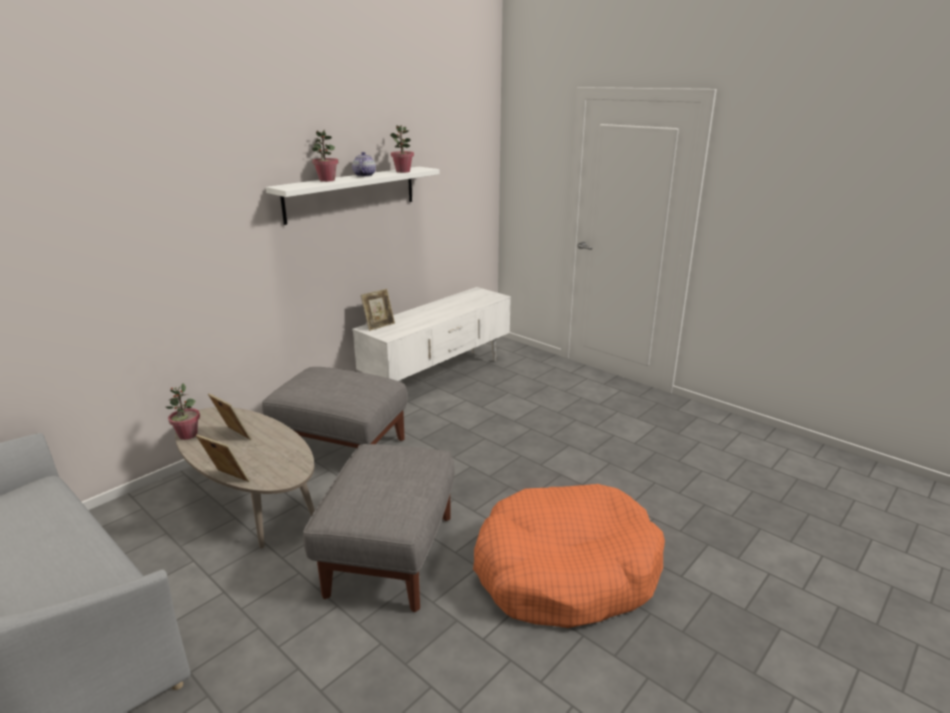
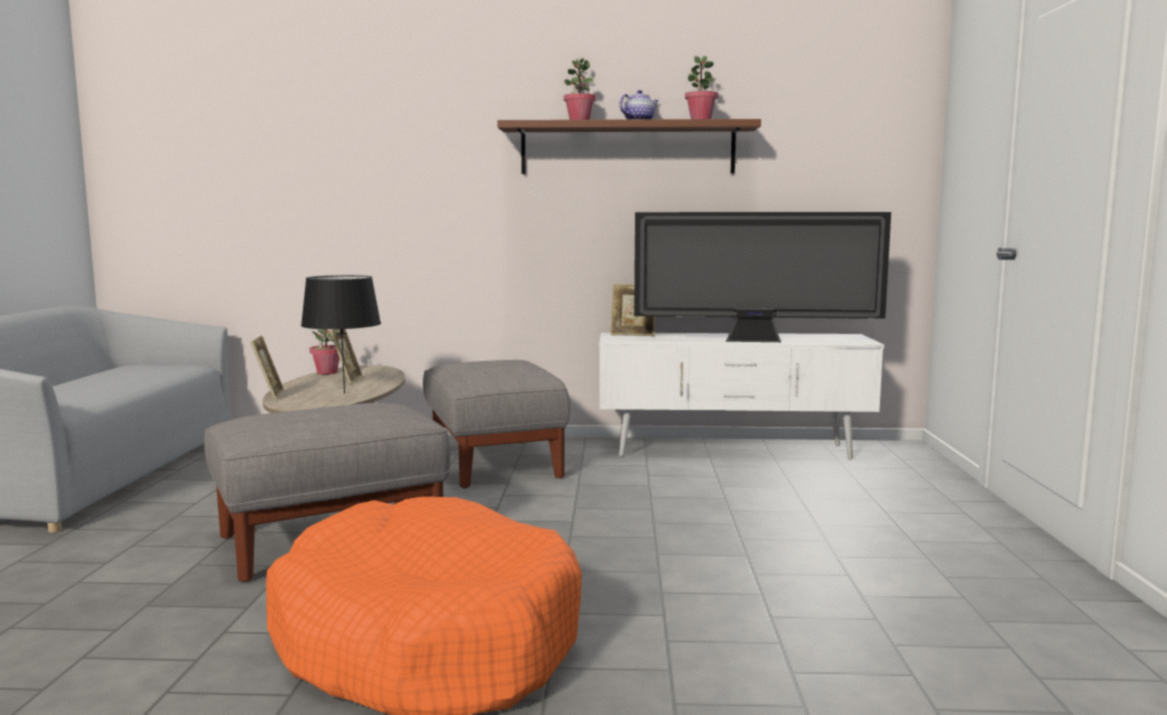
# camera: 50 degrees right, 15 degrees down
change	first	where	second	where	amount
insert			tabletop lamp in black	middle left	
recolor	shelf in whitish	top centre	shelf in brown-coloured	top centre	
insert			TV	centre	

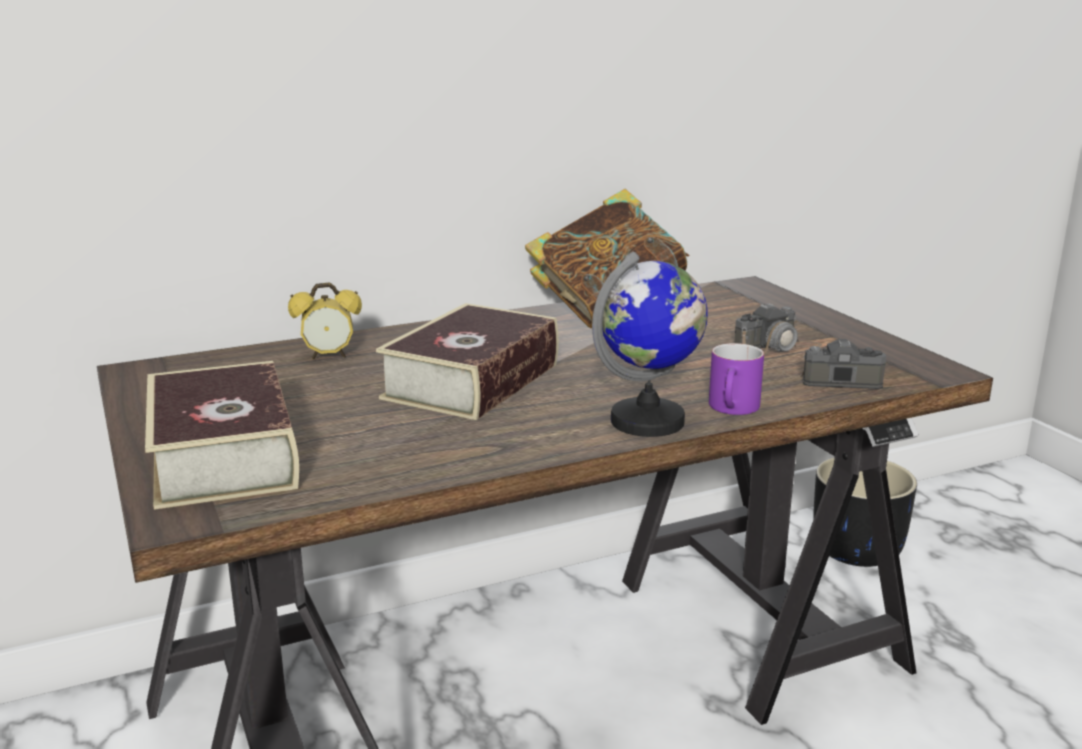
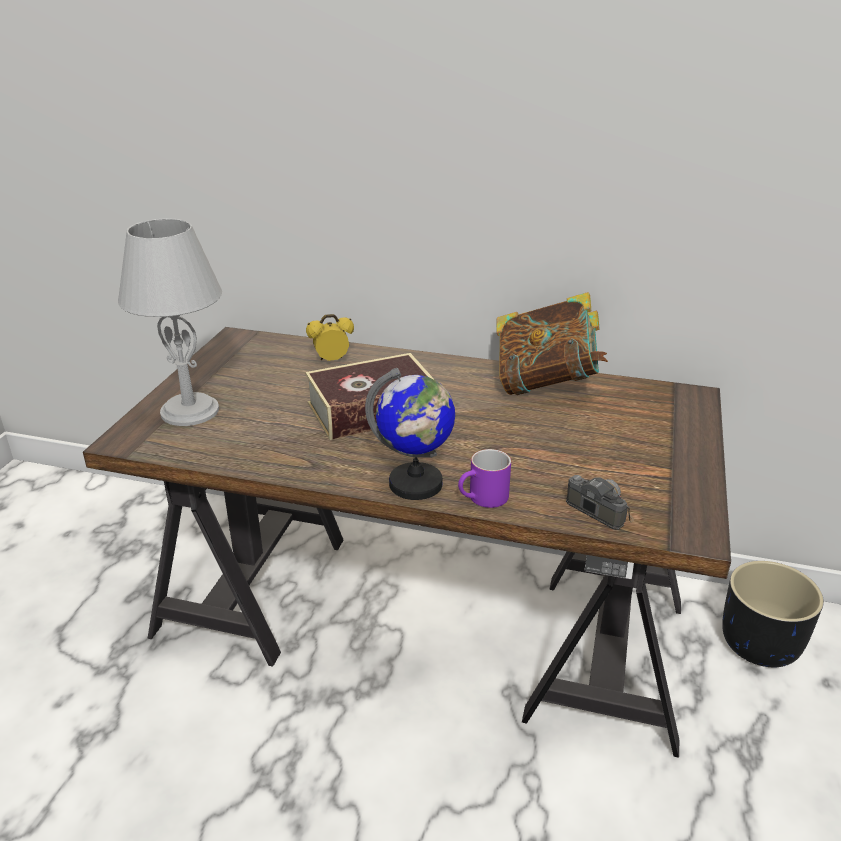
# camera: 40 degrees right, 10 degrees up
change	first	where	second	where	amount
replace	bound book (1st from left)	middle left	tabletop lamp in gray	middle left	
rotate	table clock	middle left		centre	135 degrees clockwise
delete	still camera (1st from left)	middle right			

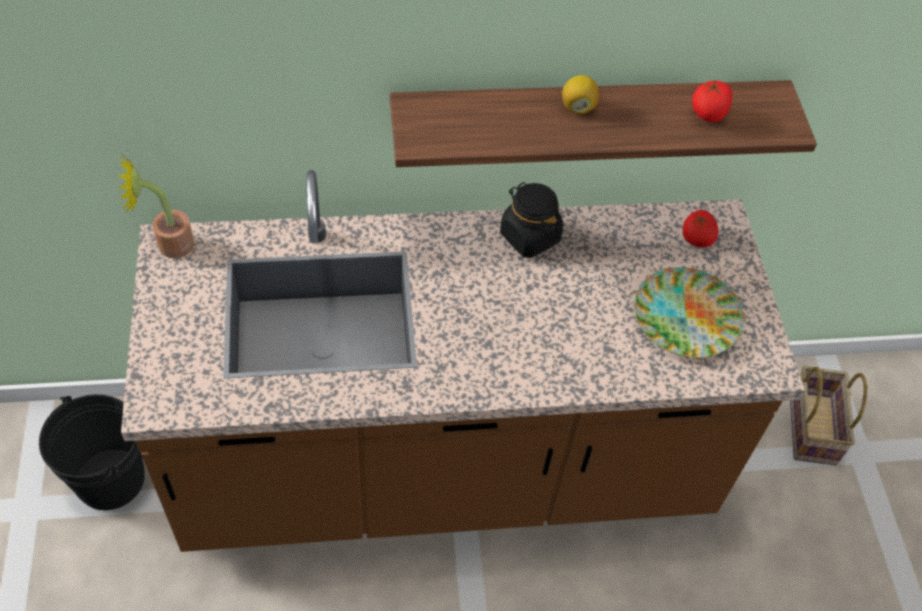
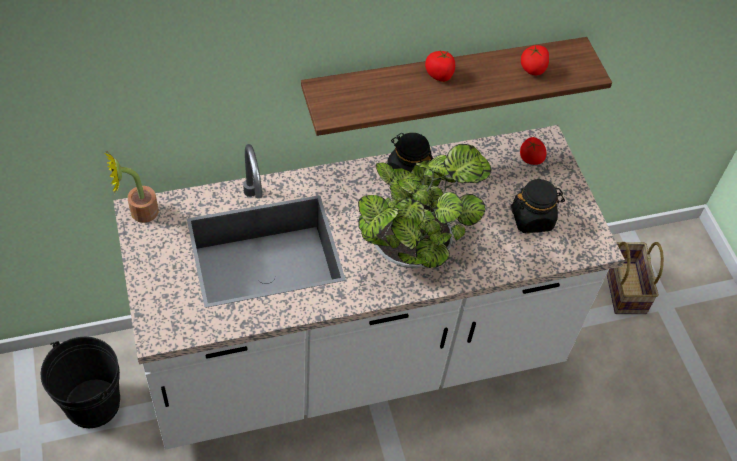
# camera: 10 degrees left, 0 degrees up
change	first	where	second	where	amount
recolor	kitchen counter in brown-coloured	centre	kitchen counter in whitish	centre	
insert			plant in a pot (2nd from left)	centre	
replace	lemon	top centre	fresh tomato (1st from left)	top centre	
replace	flat dish	middle right	preserve jar in black (2nd from left)	middle right	

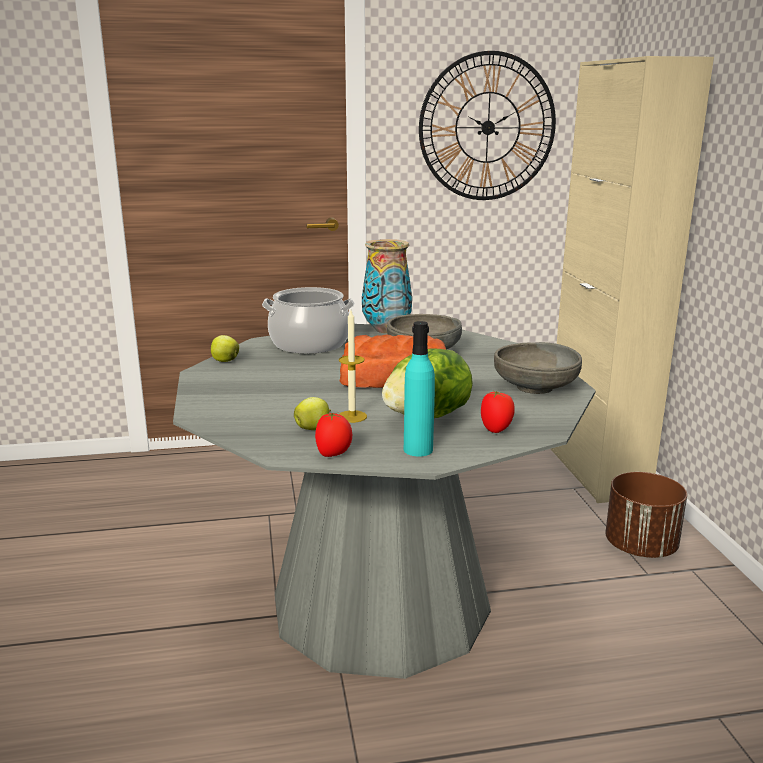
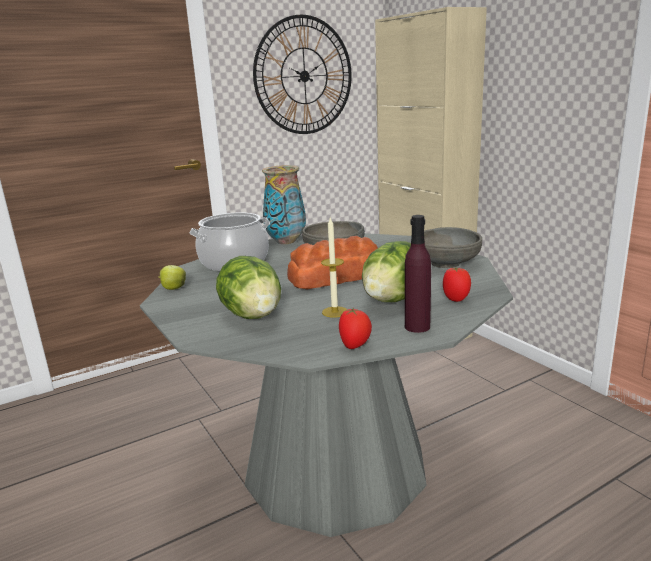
# camera: 20 degrees left, 0 degrees up
change	first	where	second	where	amount
insert			lettuce (1st from left)	centre	
recolor	beverage bottle in turquoise-coloured	centre	beverage bottle in purple	centre	
delete	whole apple (2nd from left)	centre			
delete	plant pot in brown-coloured	bottom right			

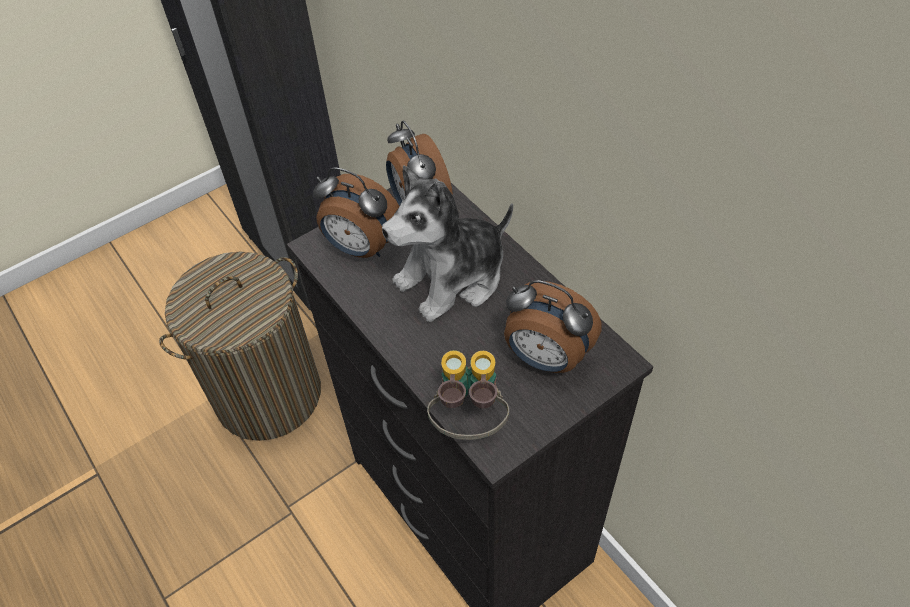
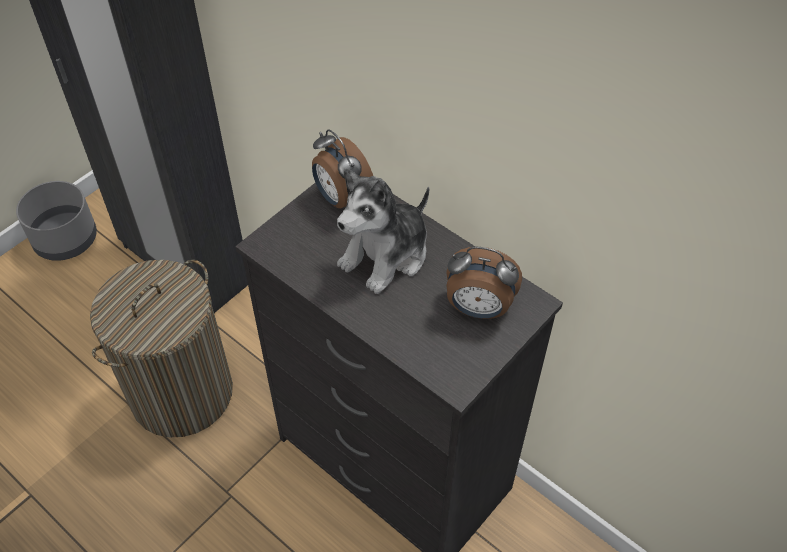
# camera: 15 degrees left, 0 degrees up
change	first	where	second	where	amount
insert			plant pot in gray	middle left	
delete	table clock (1st from left)	centre			
delete	field glasses	centre			

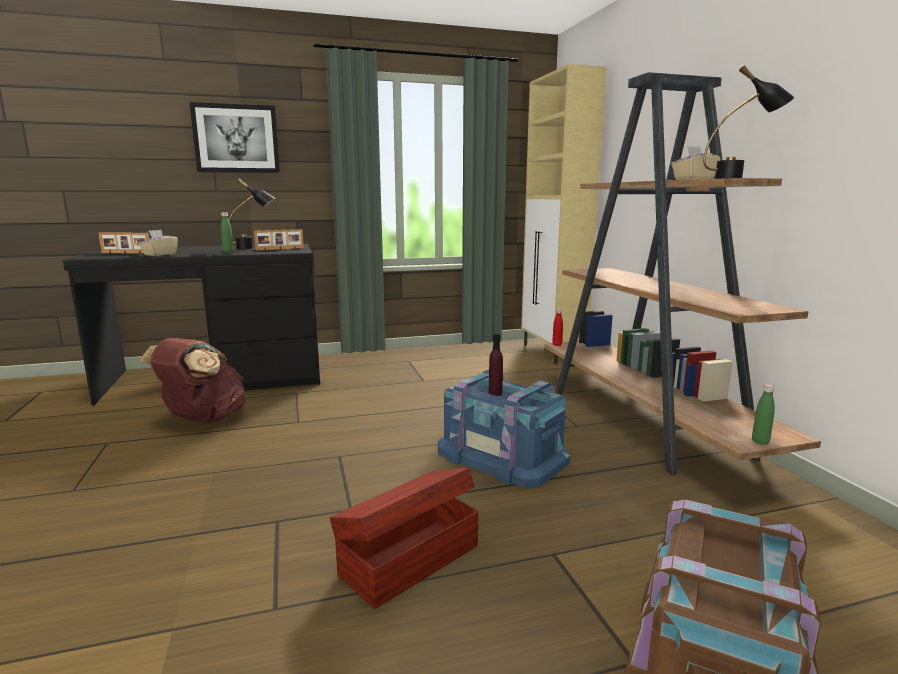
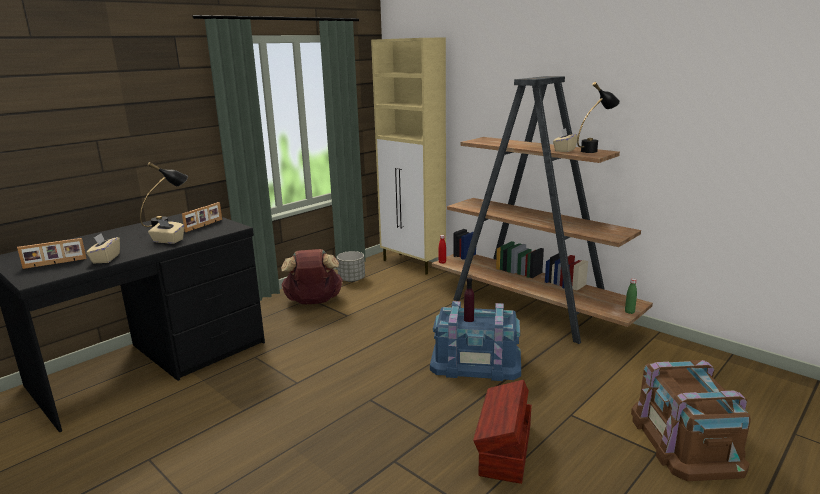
# camera: 30 degrees left, 5 degrees up
change	first	where	second	where	amount
replace	beverage bottle in greenish (1st from left)	middle left	tissue box in sand-coloured (2nd from left)	middle left	
move	backpack in brown-coloured	middle left		centre	
insert			plant pot in gray	centre	
delete	wall picture	top left			

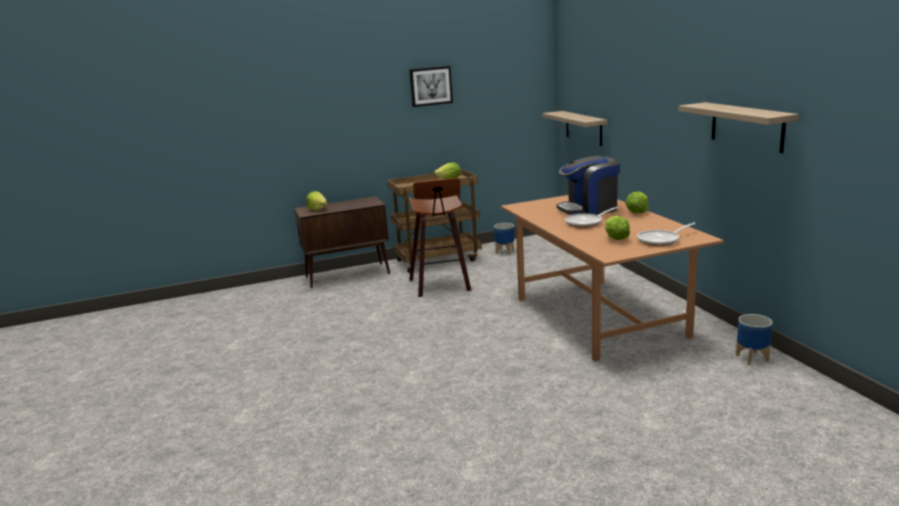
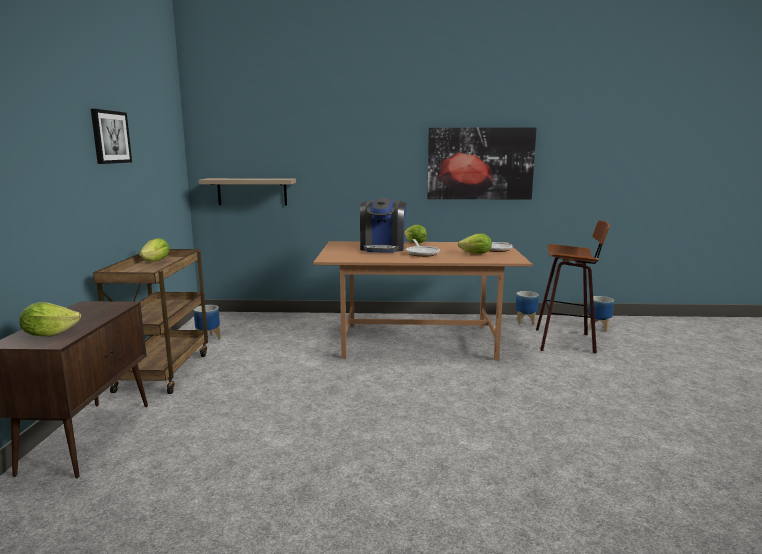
# camera: 70 degrees left, 5 degrees down
change	first	where	second	where	amount
replace	shelf (2nd from left)	top right	wall picture (2nd from left)	top centre	
move	sitting stool	centre		middle right	
insert			plant pot (3rd from left)	middle right	

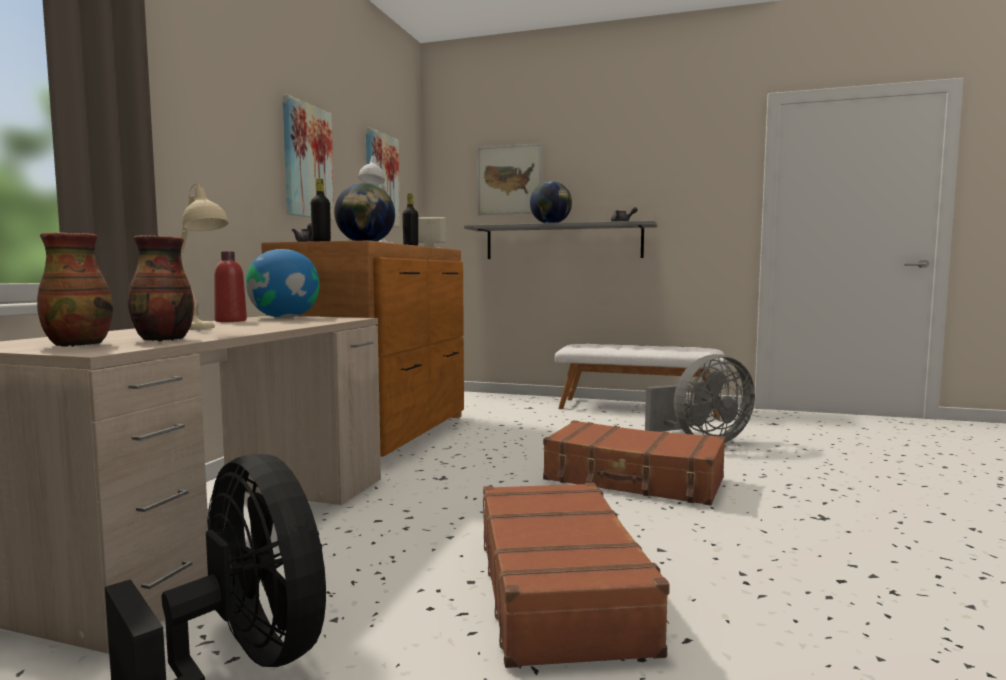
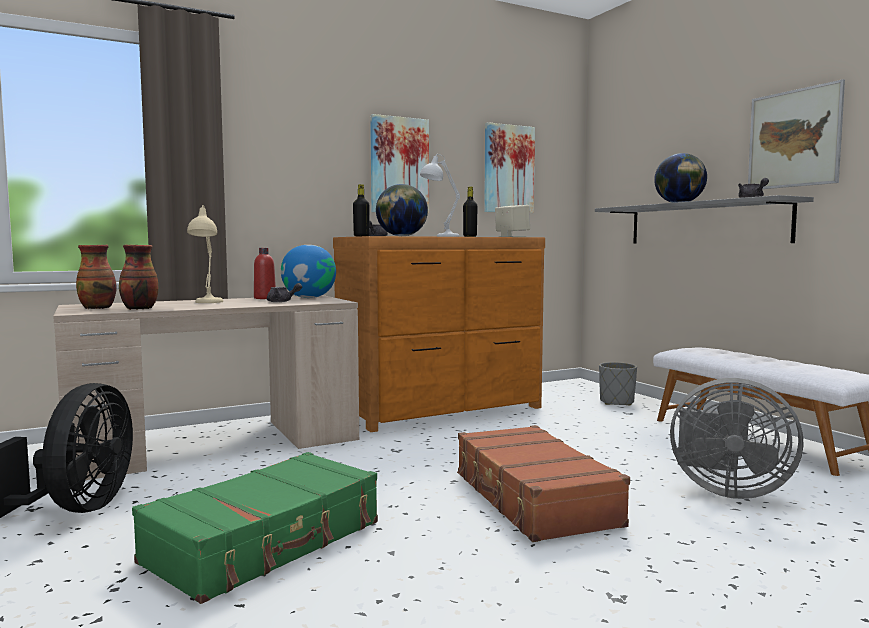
# camera: 45 degrees right, 0 degrees up
change	first	where	second	where	amount
recolor	piece of luggage in brown-coloured (1st from left)	bottom centre	piece of luggage in greenish	bottom left	
insert			pot for tea in gray (1st from left)	middle left	
insert			plant pot in gray	middle right	
move	wall picture (3rd from left)	top centre		top right	

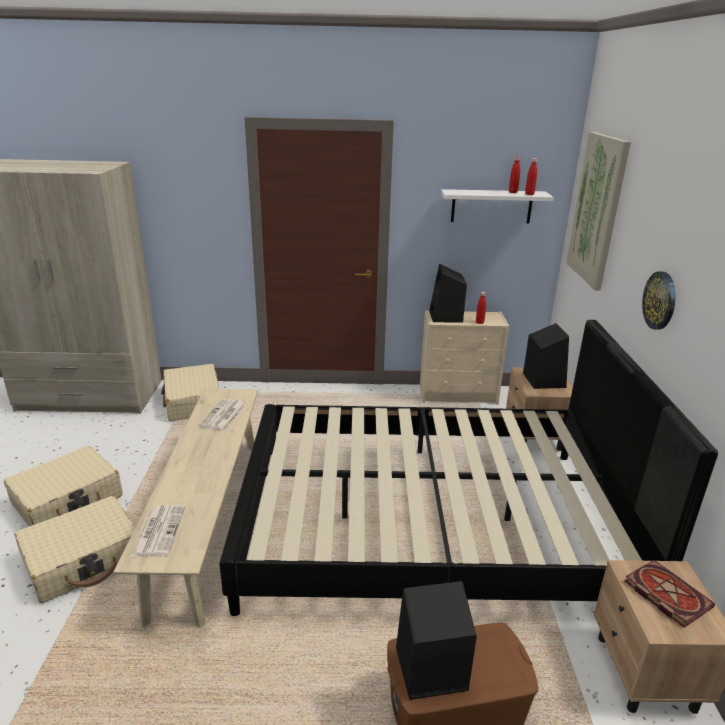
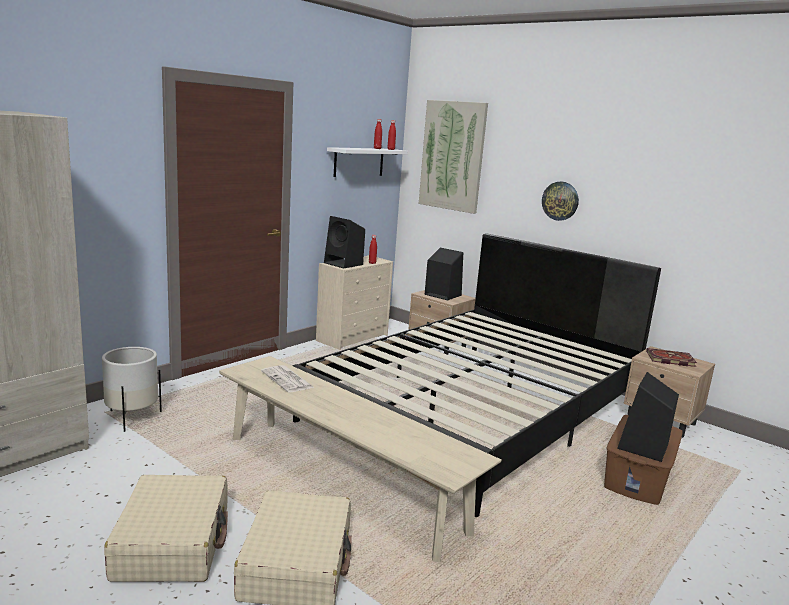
# camera: 50 degrees left, 10 degrees down
change	first	where	second	where	amount
replace	piece of luggage in sand-coloured (3rd from left)	middle left	plant pot in whitish	middle left	
delete	daily paper (1st from left)	bottom left			

